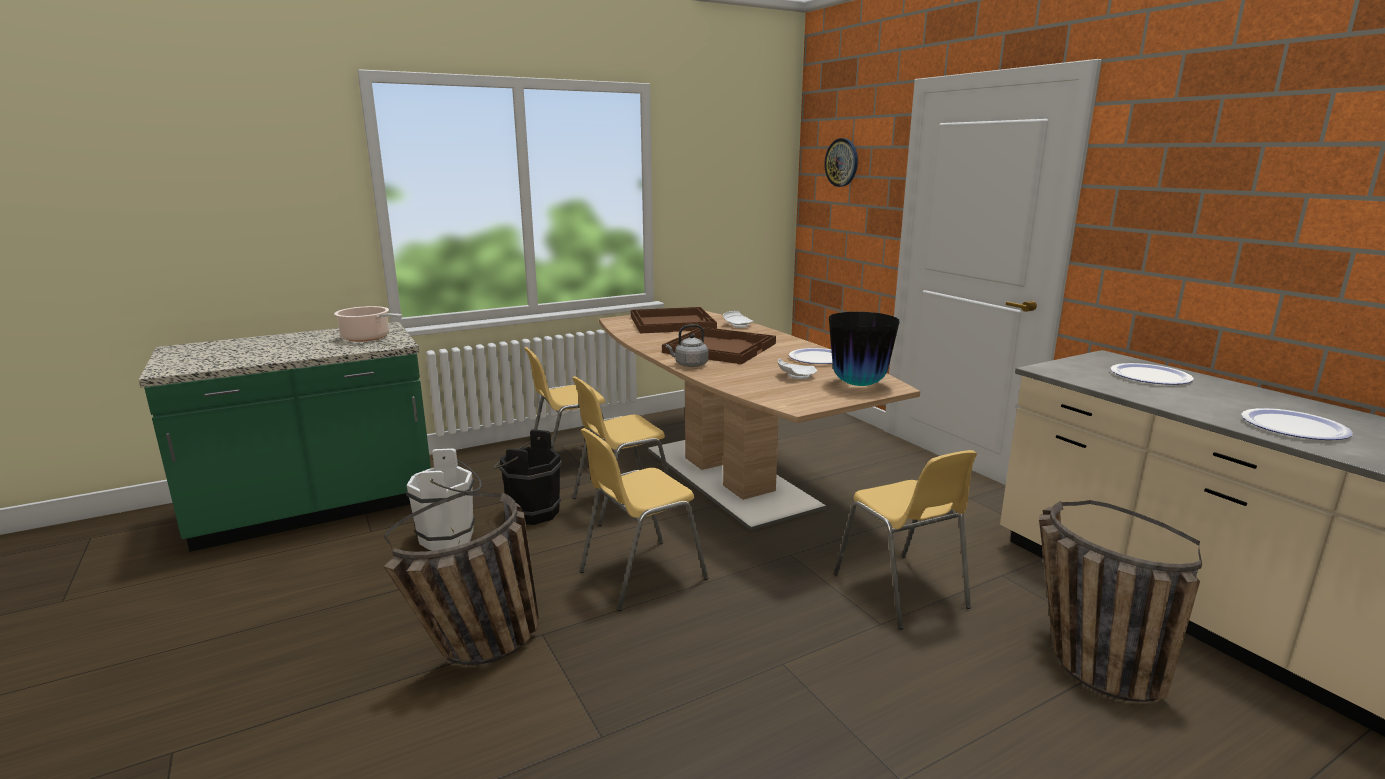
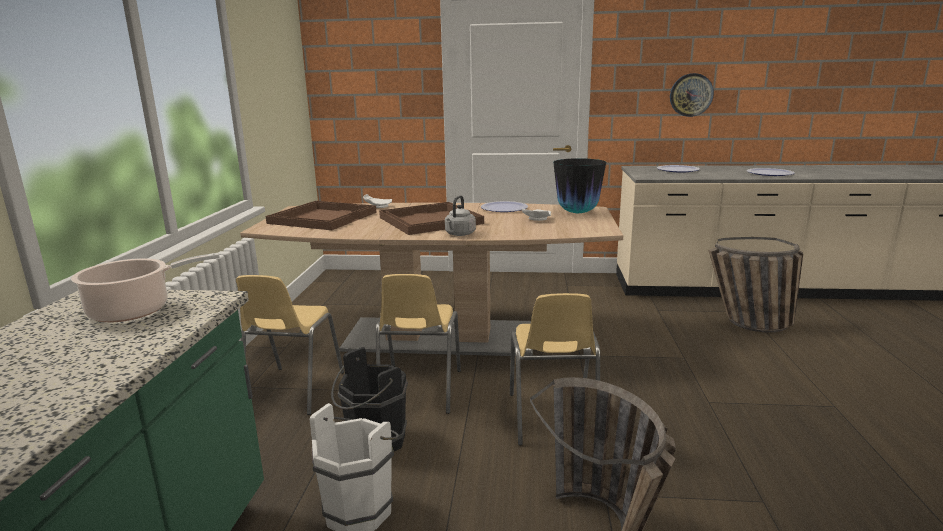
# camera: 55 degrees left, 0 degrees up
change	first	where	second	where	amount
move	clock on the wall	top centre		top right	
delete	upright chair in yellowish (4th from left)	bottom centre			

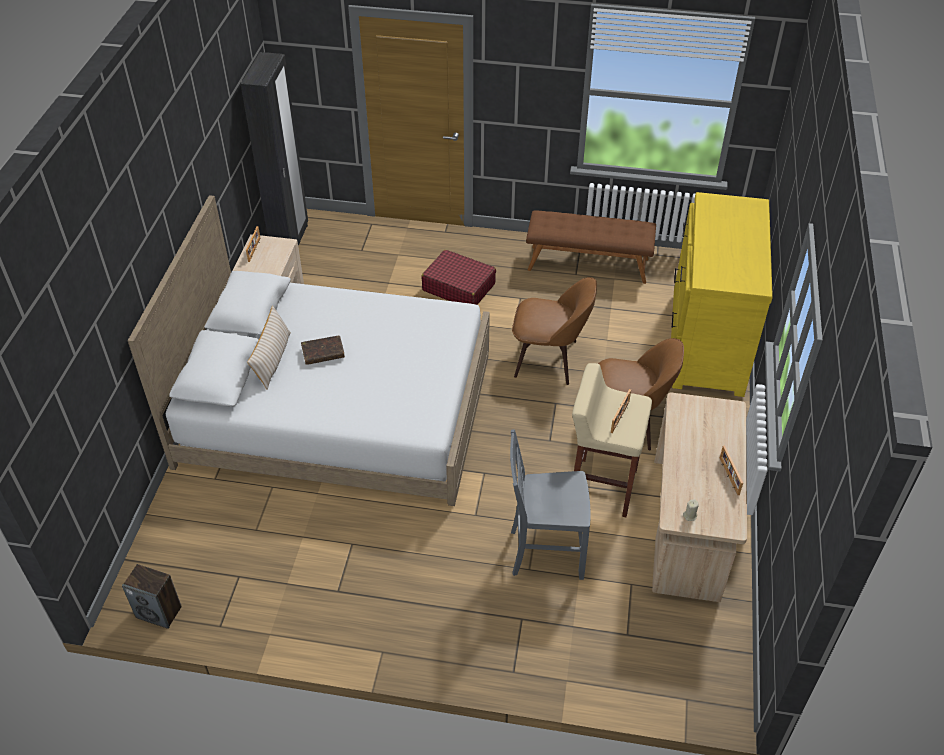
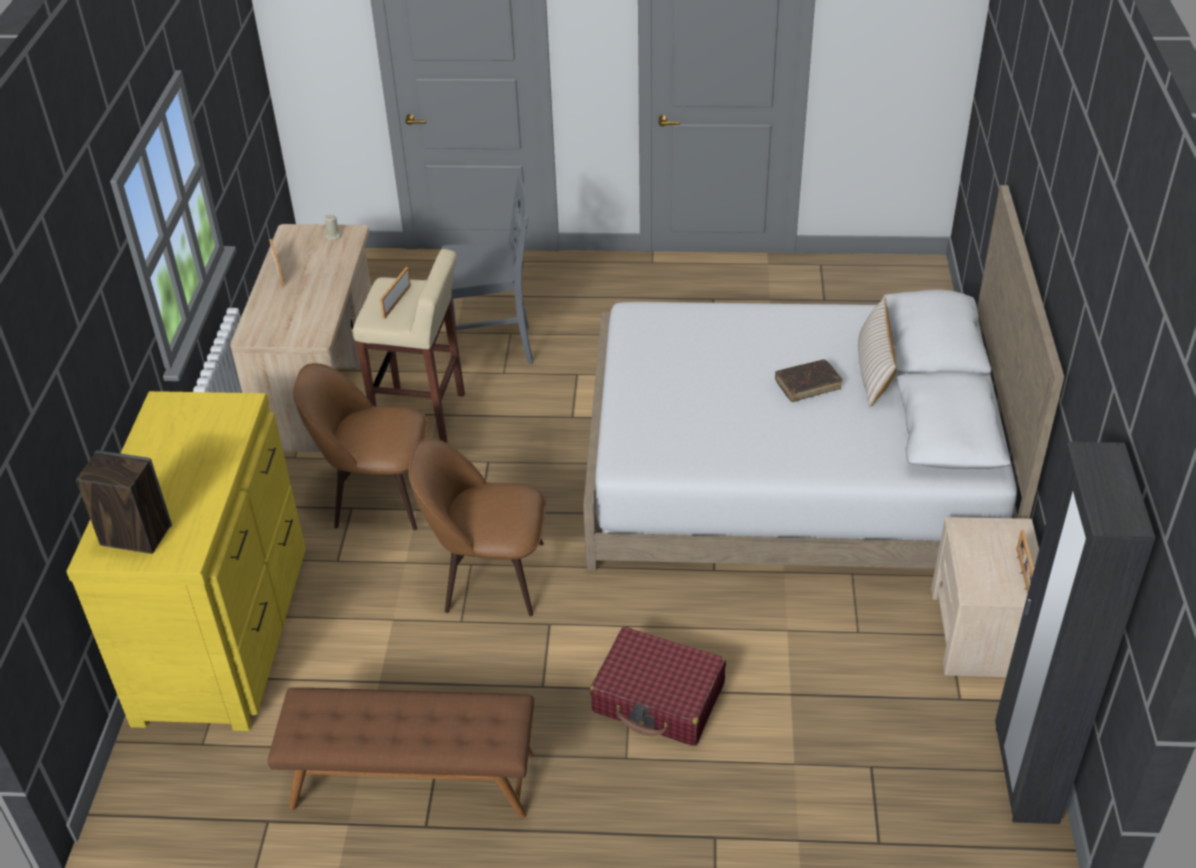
# camera: 175 degrees right, 5 degrees down
change	first	where	second	where	amount
move	audio speaker	bottom left		middle left	

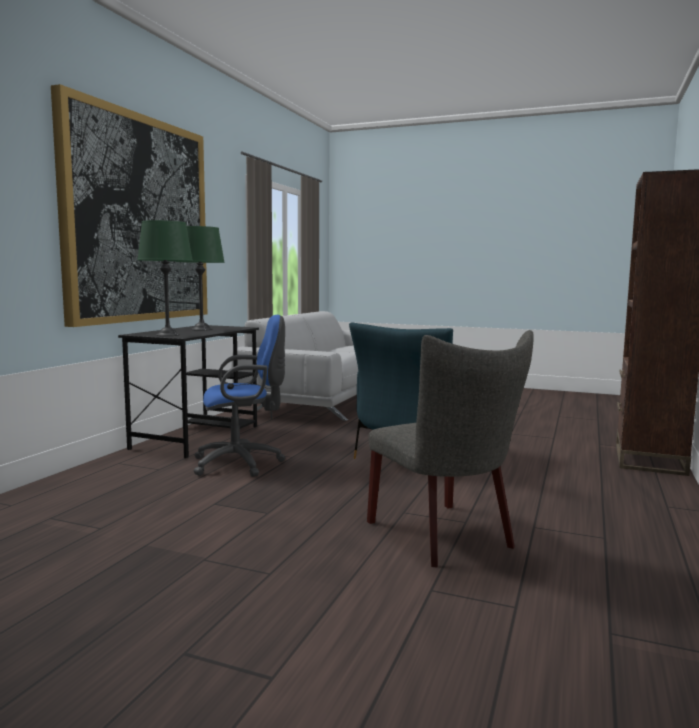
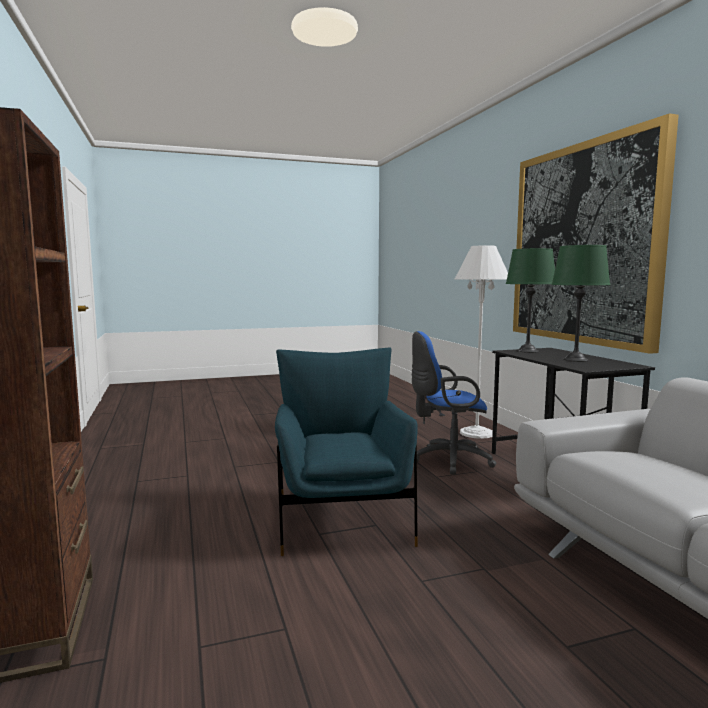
# camera: 140 degrees right, 0 degrees up
change	first	where	second	where	amount
rotate	computer chair in blue-coloured	centre		centre	45 degrees clockwise
insert			floor lamp in whitish	middle right	
delete	upright chair in gray	centre			

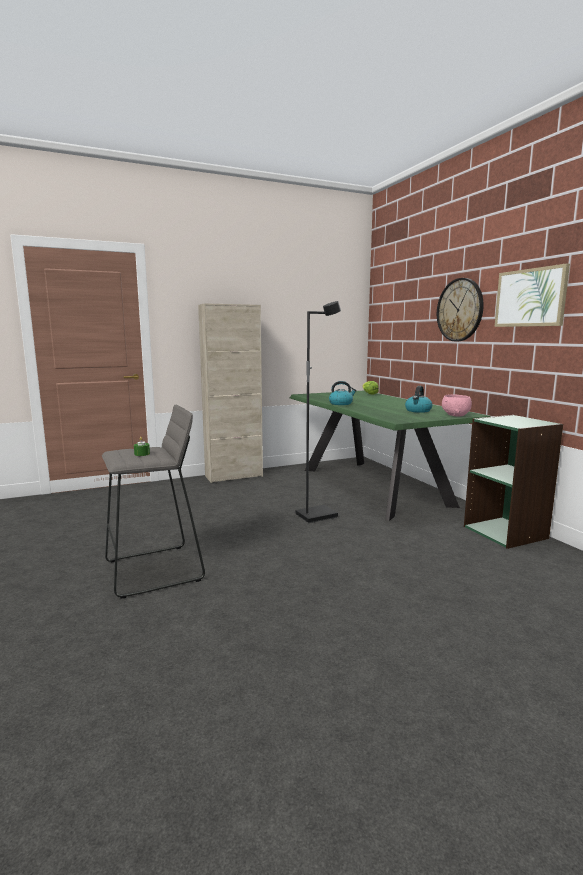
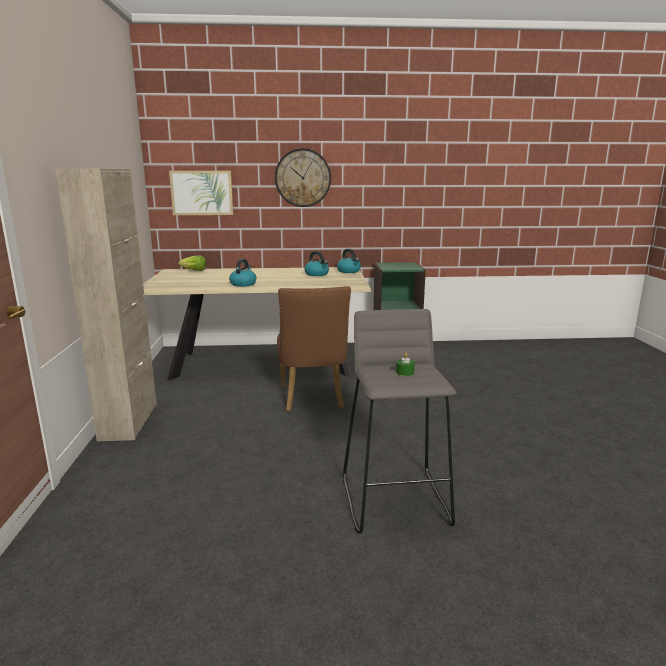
# camera: 70 degrees left, 5 degrees up
change	first	where	second	where	amount
recolor	dinner table in greenish	middle right	dinner table in sand-coloured	centre	
move	wall picture	middle right		top left	
replace	floor lamp in black	centre	upright chair in brown-coloured	centre	
replace	deep dish in pink-coloured	middle right	water kettle (3rd from left)	centre	

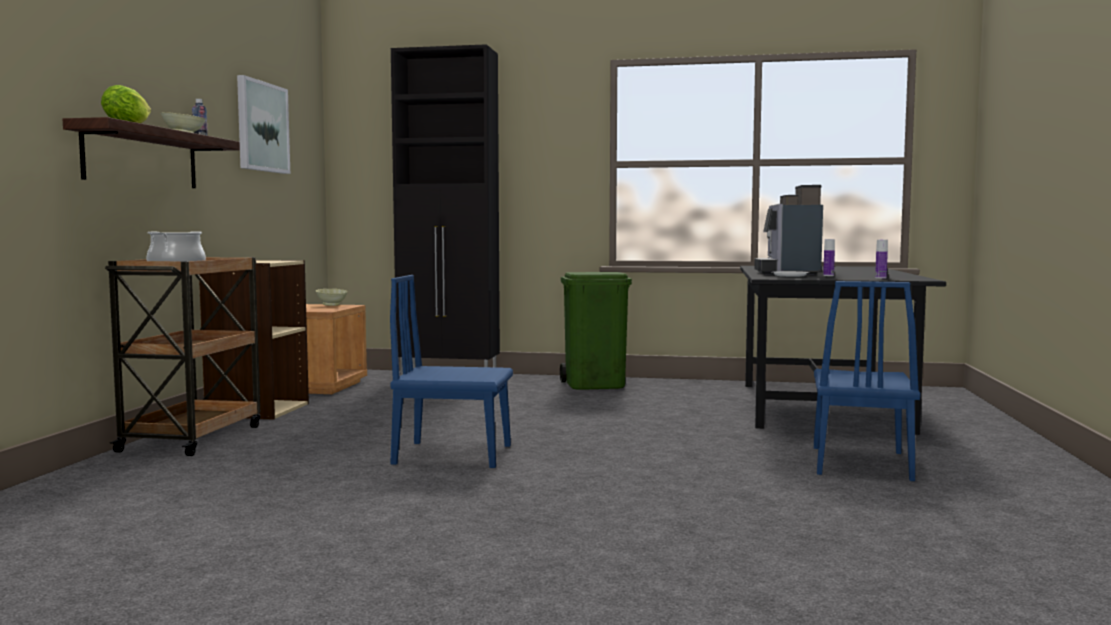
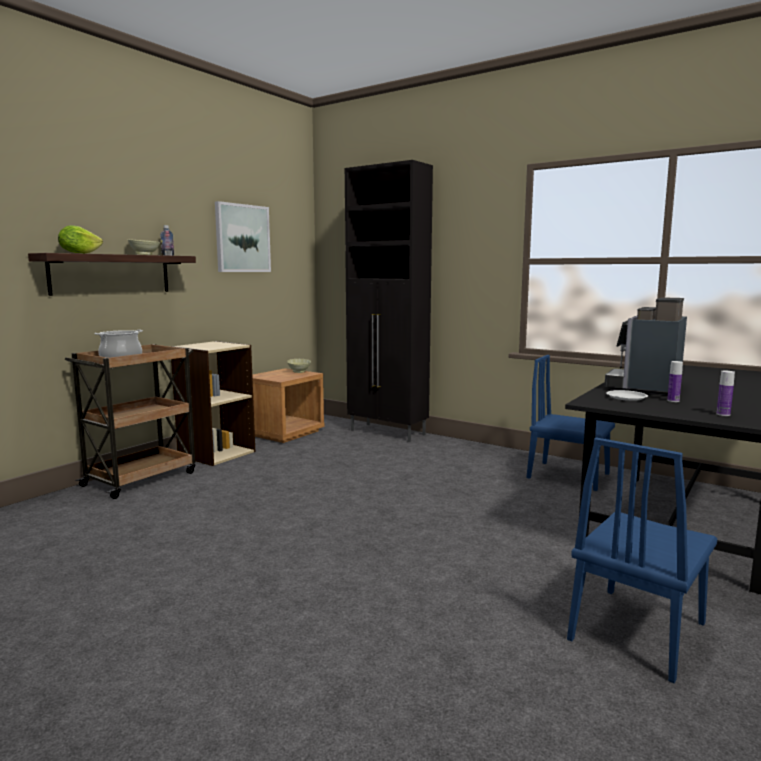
# camera: 25 degrees right, 5 degrees up
change	first	where	second	where	amount
move	upright chair in blue-coloured (1st from left)	centre		middle right	
delete	trash can in greenish	centre			

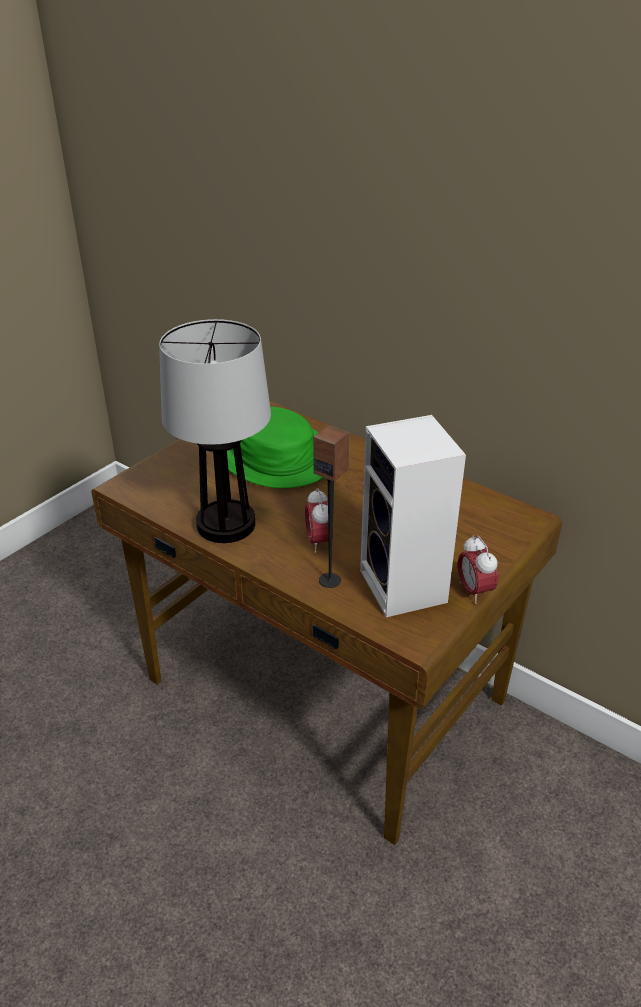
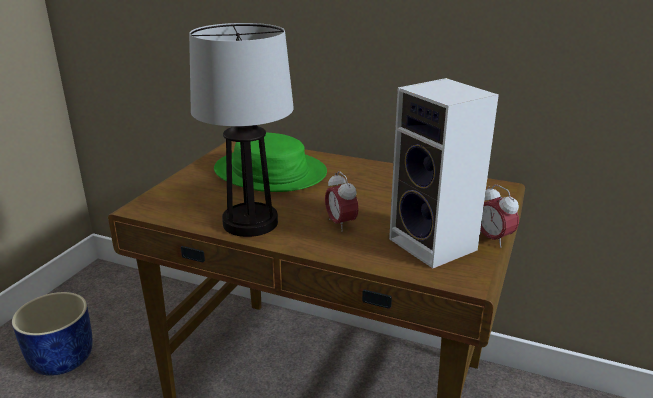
# camera: 15 degrees left, 10 degrees down
change	first	where	second	where	amount
insert			plant pot in blue-coloured	bottom left	
delete	audio speaker (1st from left)	centre			

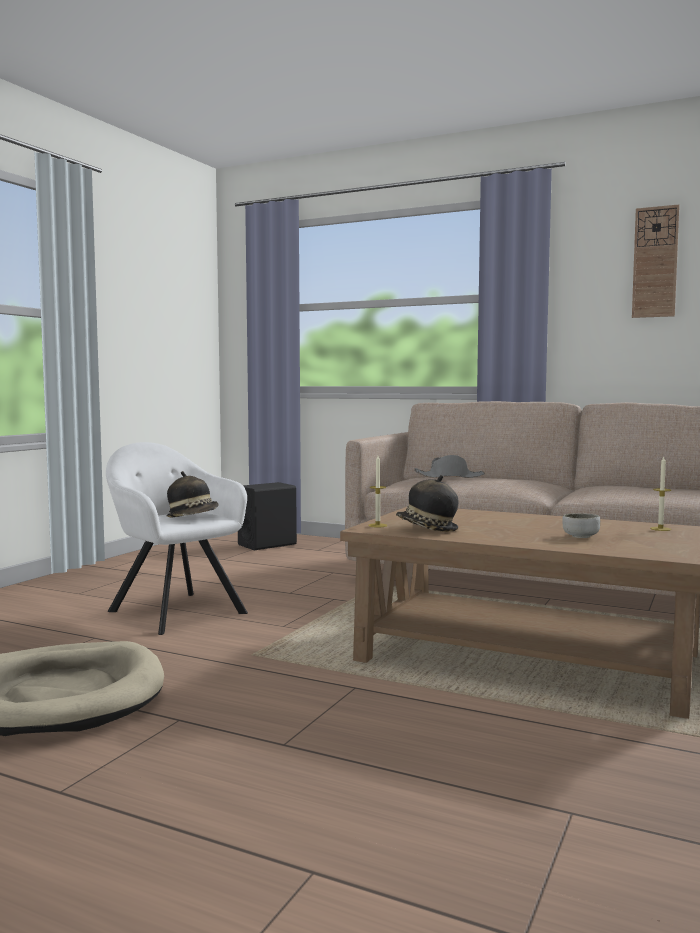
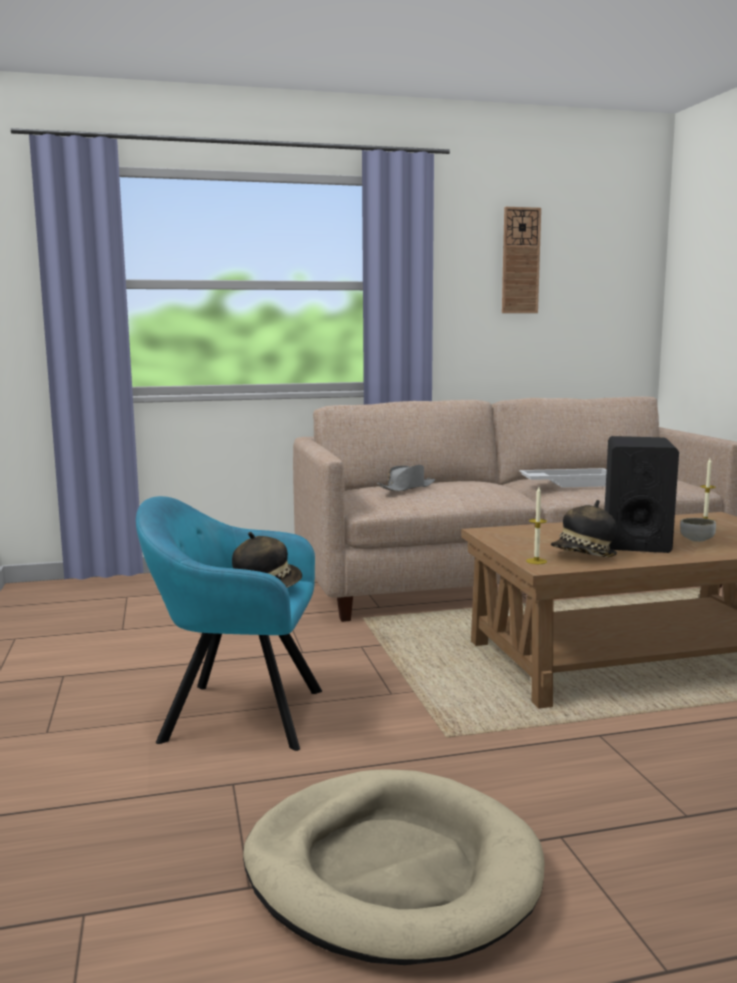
# camera: 40 degrees left, 5 degrees up
change	first	where	second	where	amount
recolor	armchair in whitish	middle left	armchair in turquoise-coloured	middle left	
insert			tray in whitish	middle right	
move	audio speaker in black	centre		middle right	

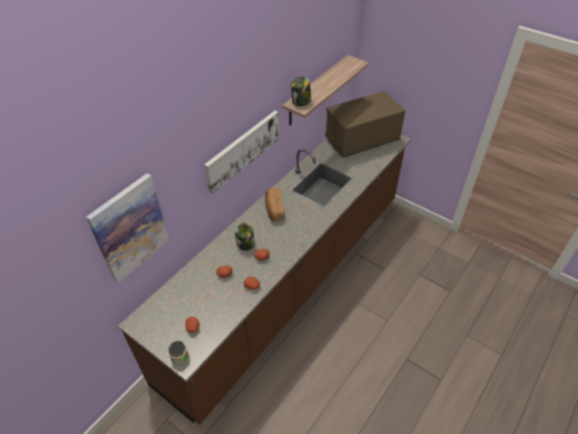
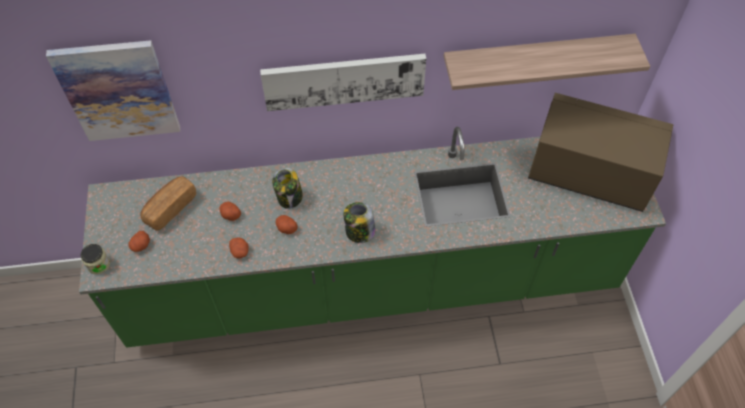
# camera: 45 degrees right, 10 degrees up
change	first	where	second	where	amount
recolor	kitchen counter in brown-coloured	centre	kitchen counter in greenish	centre	
move	bread	centre		middle left	
move	preserve jar (3rd from left)	top centre		centre	

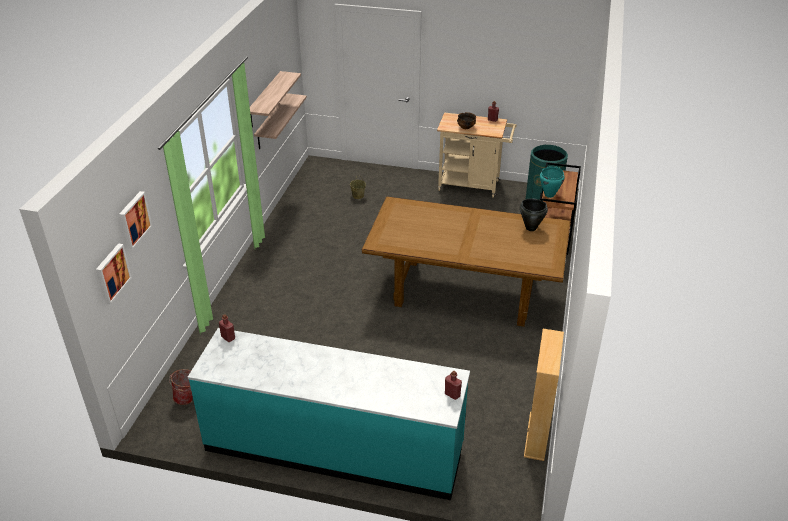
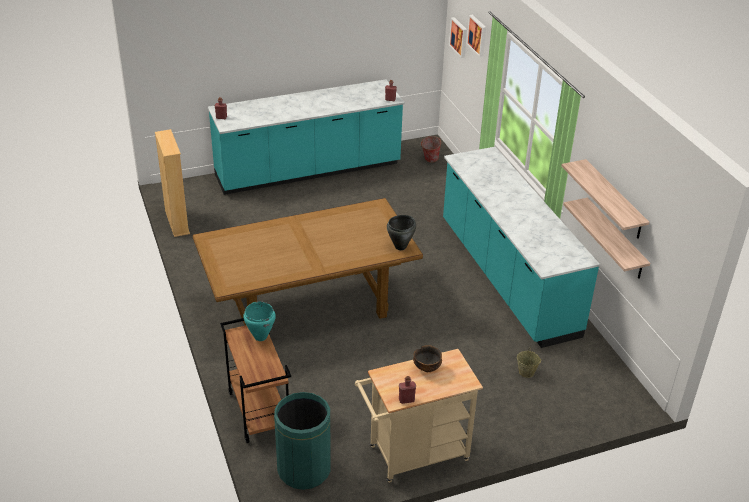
# camera: 145 degrees right, 0 degrees up
change	first	where	second	where	amount
move	stockpot in black	middle right		centre	
insert			kitchen counter in turquoise-coloured (2nd from left)	middle right	

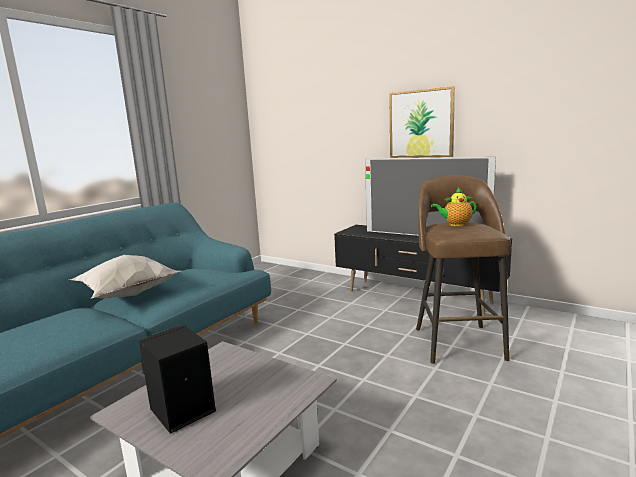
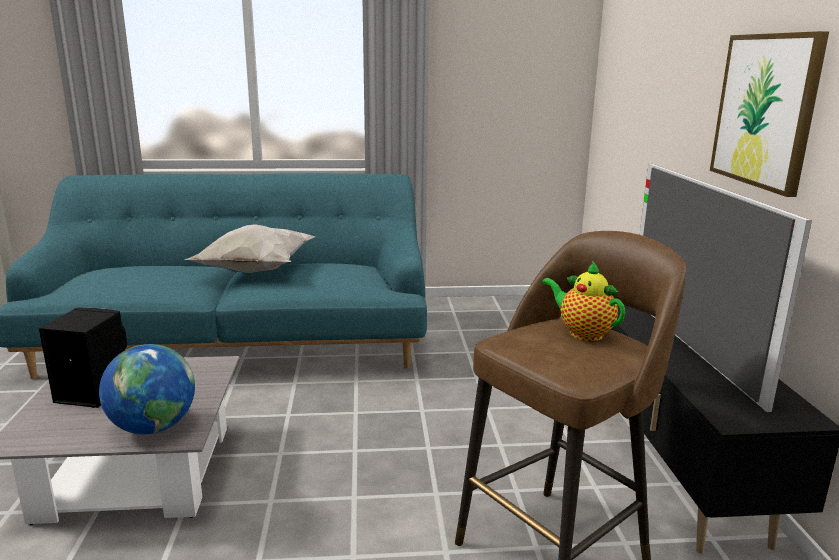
# camera: 50 degrees right, 5 degrees up
change	first	where	second	where	amount
insert			globe	bottom left	

